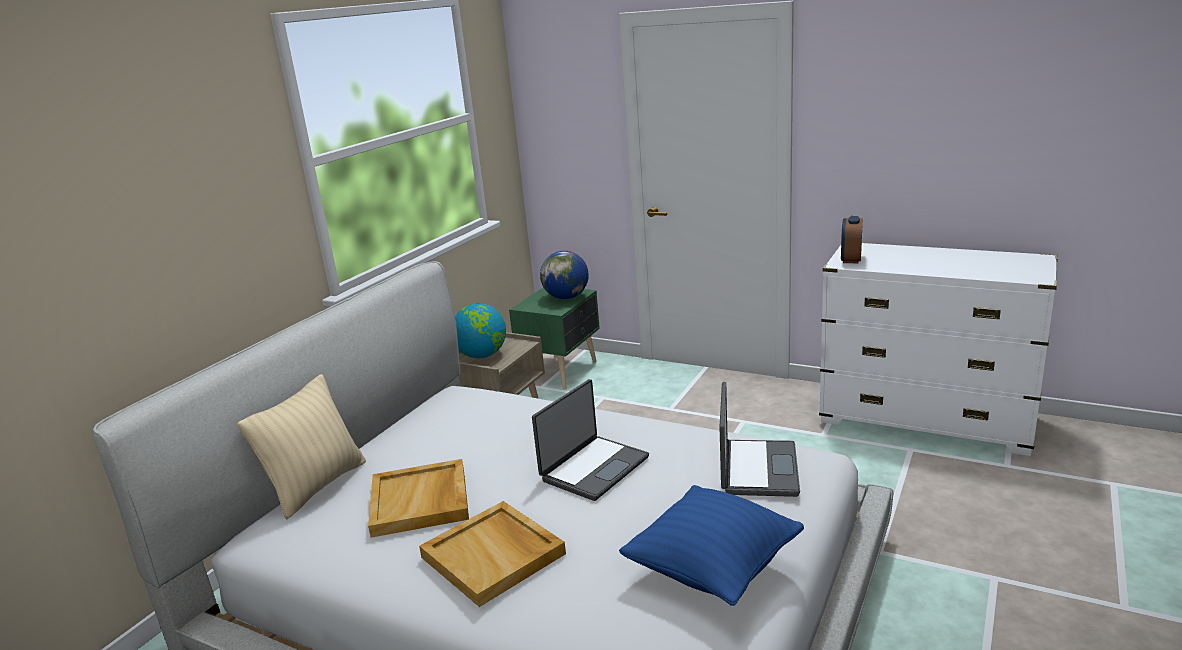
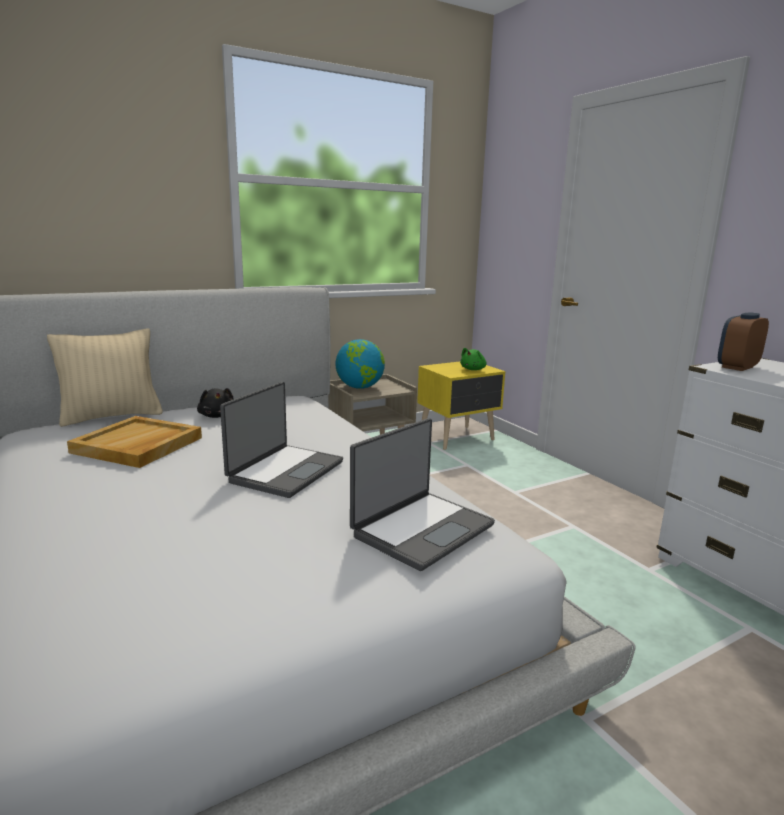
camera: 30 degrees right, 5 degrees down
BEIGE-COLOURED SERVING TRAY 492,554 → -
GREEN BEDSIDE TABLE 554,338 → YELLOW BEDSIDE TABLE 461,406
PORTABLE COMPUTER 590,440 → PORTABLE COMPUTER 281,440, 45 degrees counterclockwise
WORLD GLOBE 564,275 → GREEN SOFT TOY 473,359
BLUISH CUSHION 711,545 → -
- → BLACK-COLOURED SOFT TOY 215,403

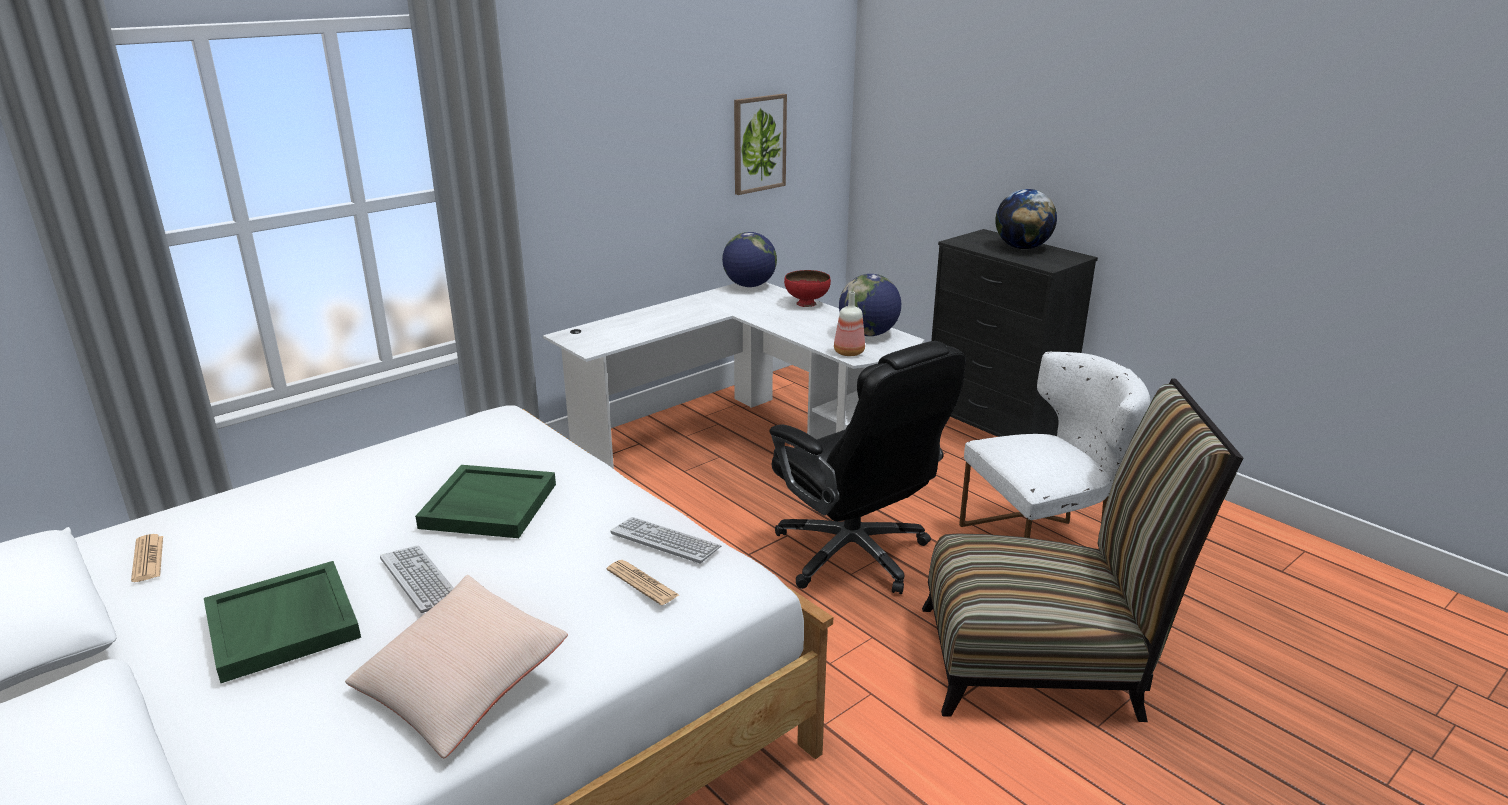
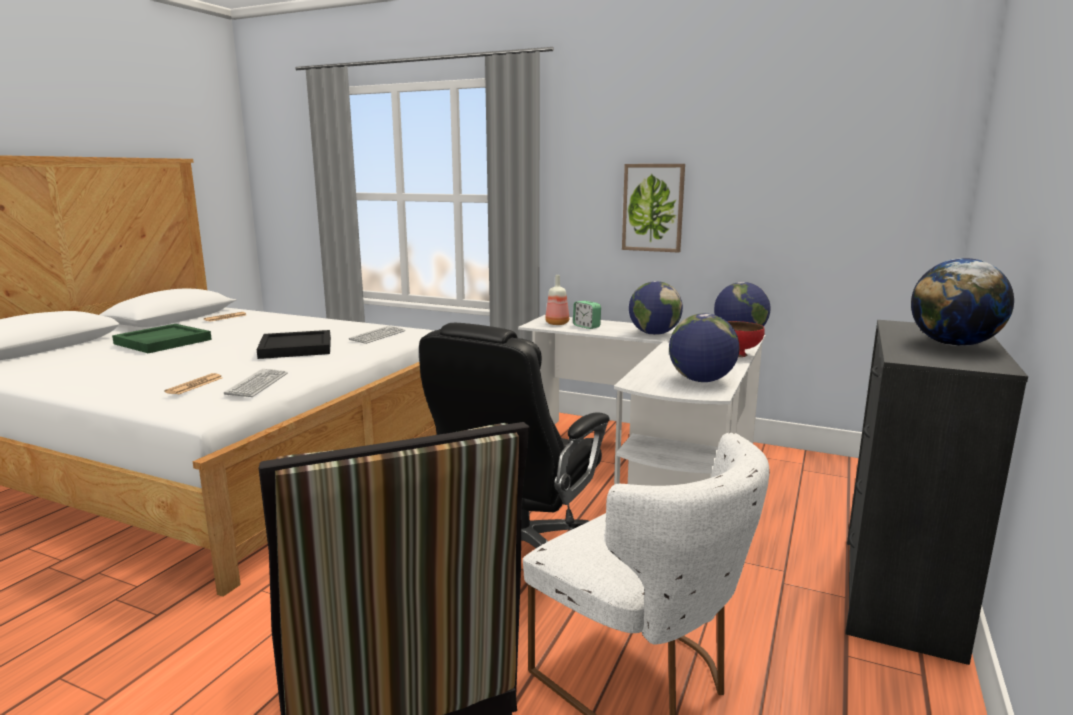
camera: 65 degrees right, 10 degrees down
BEIGE-COLOURED CUSHION 456,666 → -
COMPUTER KEYBOARD 417,579 → COMPUTER KEYBOARD 377,335, relocated
GREEN SERVING TRAY 485,501 → BLACK-COLOURED SERVING TRAY 294,344
WALL ART 760,144 → WALL ART 653,208, relocated
DRINK BOTTLE 849,323 → DRINK BOTTLE 557,300, relocated
- → TABLE CLOCK 587,315
- → WORLD GLOBE 656,308

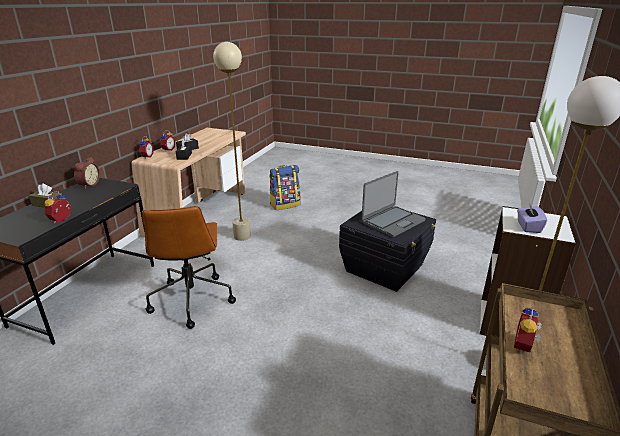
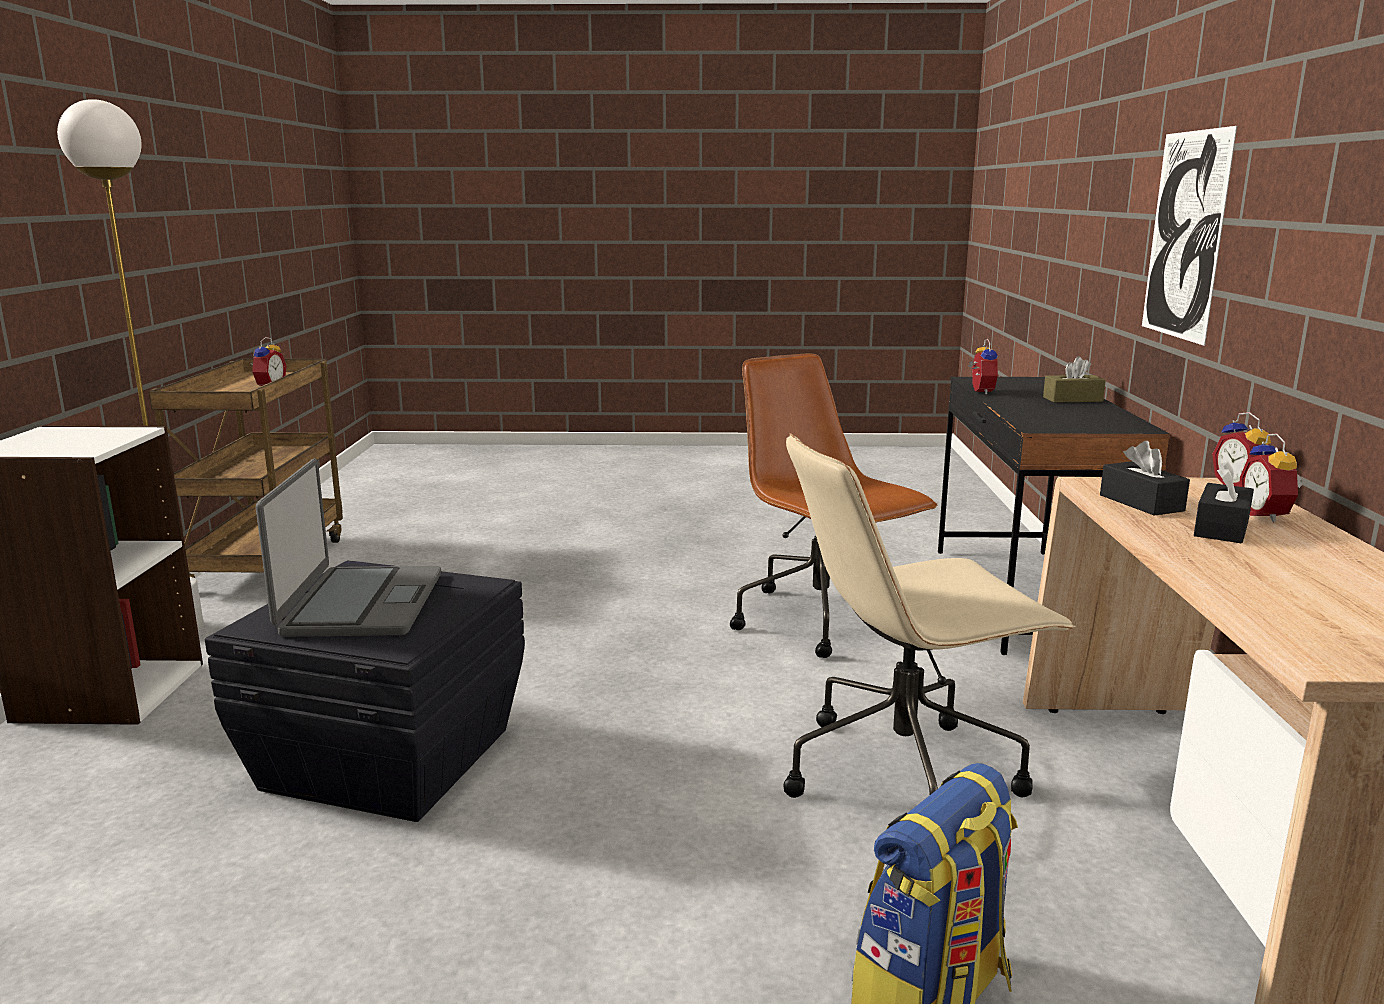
camera: 160 degrees right, 10 degrees down
TABLE CLOCK 87,173 → -
BEIGE-COLOURED FLOOR LAMP 232,141 → BEIGE-COLOURED OFFICE CHAIR 930,615
PORTABLE COMPUTER 394,204 → PORTABLE COMPUTER 348,548, 150 degrees clockwise
PURPLISH TISSUE BOX 532,218 → -
- → WALL ART 1189,236

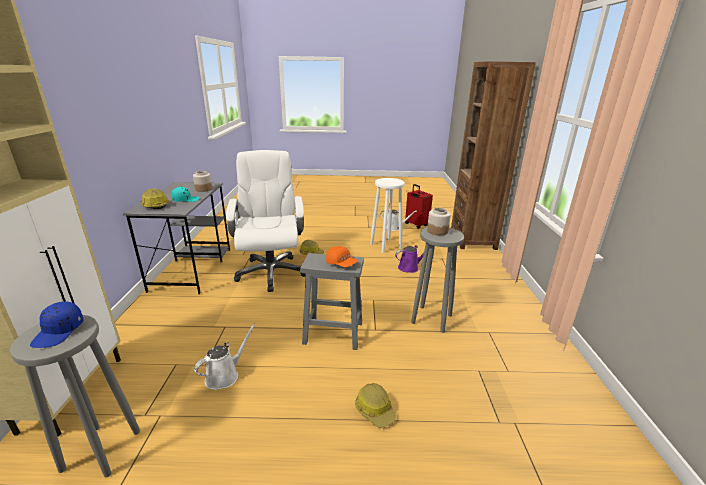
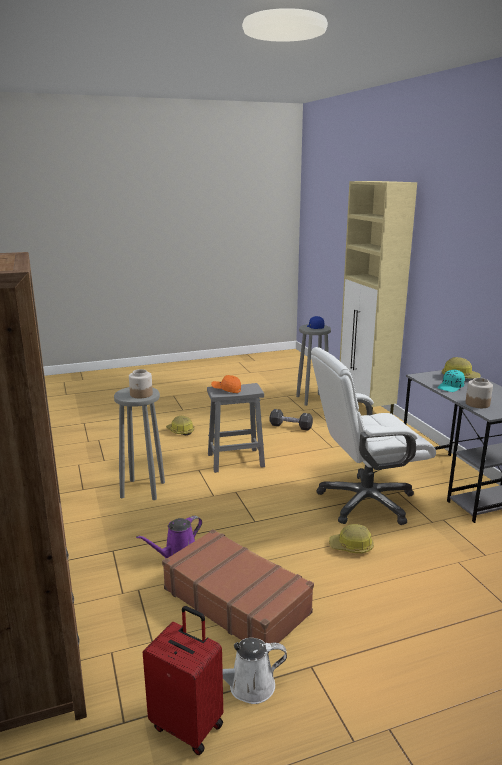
camera: 160 degrees right, 5 degrees down
WHITE WATERING POT 225,357 → BLACK-COLOURED DUMBBELL 291,420
WHITE OFFICE CHAIR 266,221 → WHITE OFFICE CHAIR 373,436, 105 degrees clockwise
WHITE STOOL 387,215 → BROWN-COLOURED SUITCASE 238,591

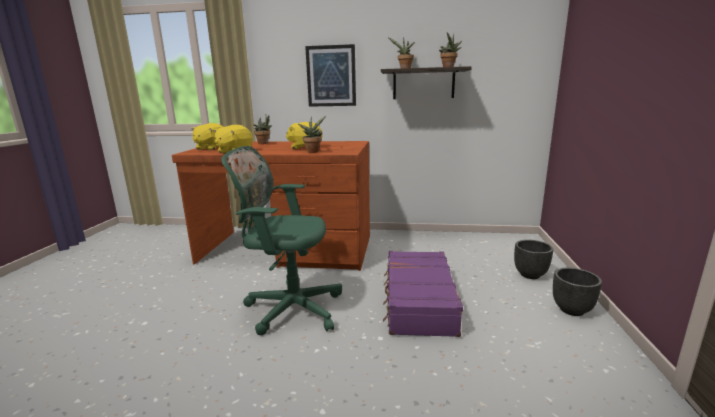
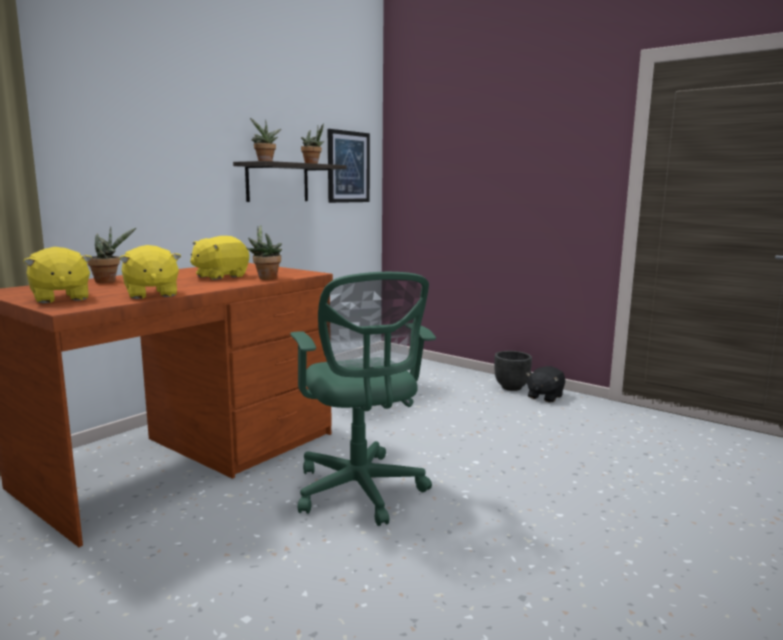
camera: 60 degrees left, 5 degrees down
GREEN OFFICE CHAIR 281,240 → GREEN OFFICE CHAIR 363,399, 60 degrees counterclockwise
WALL ART 330,75 → WALL ART 349,166, relocated
PURPLISH SUITCASE 423,294 → -
BLACK-COLOURED PLANT POT 533,259 → -
- → BLACK-COLOURED SOFT TOY 545,384

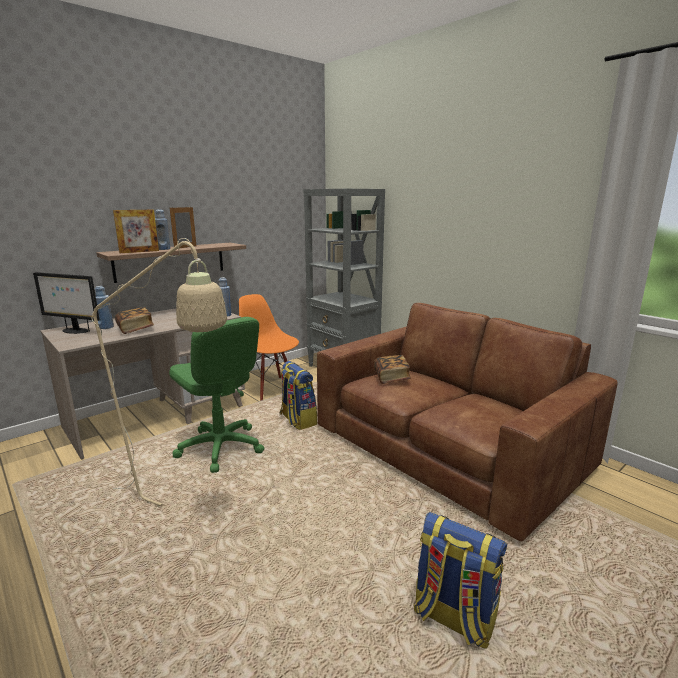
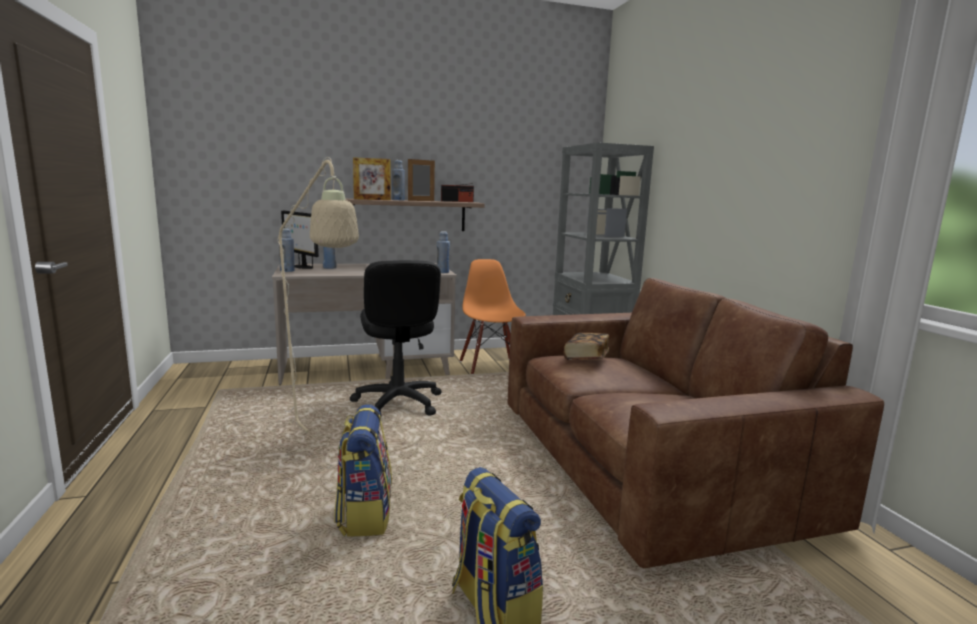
camera: 25 degrees right, 5 degrees down
BOUND BOOK 134,320 → -
GREEN OFFICE CHAIR 216,395 → BLACK-COLOURED OFFICE CHAIR 396,338
KNAPSACK 298,395 → KNAPSACK 363,470, relocated
- → BLUISH DRINK BOTTLE 287,250
- → RADIO RECEIVER 457,192

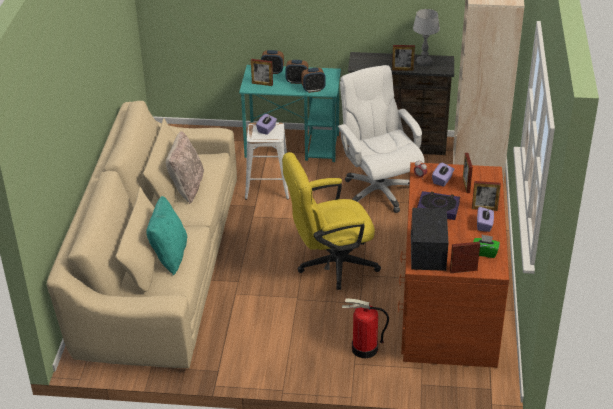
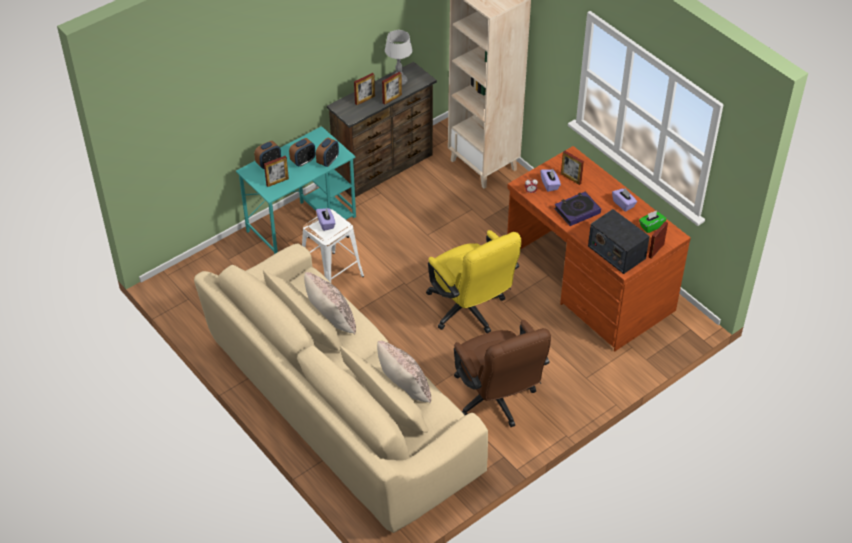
camera: 45 degrees left, 10 degrees up
TURQUOISE CUSHION 166,235 → BEIGE-COLOURED CUSHION 404,372
YELLOW OFFICE CHAIR 331,221 → YELLOW OFFICE CHAIR 473,281, 60 degrees counterclockwise
WHITE OFFICE CHAIR 381,139 → -
EXTINGUISHER 365,328 → -
PHOTO FRAME 486,196 → PHOTO FRAME 364,89, relocated
- → BROWN-COLOURED OFFICE CHAIR 502,373

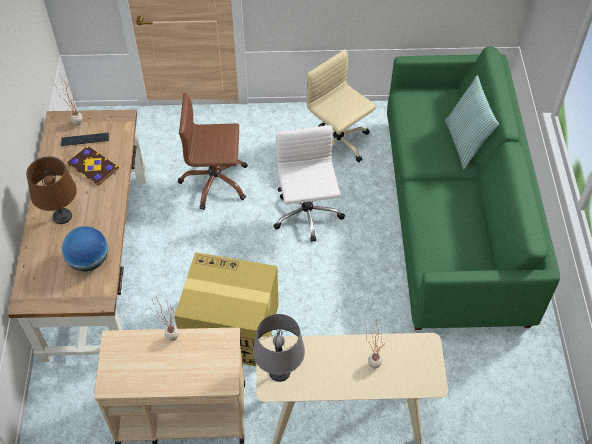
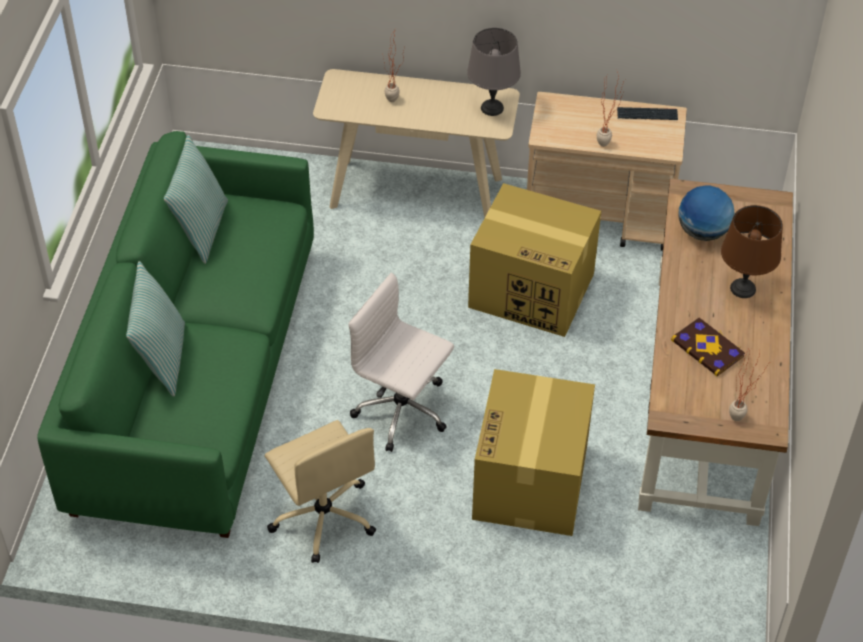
camera: 170 degrees left, 5 degrees down
COMPUTER KEYBOARD 85,139 → COMPUTER KEYBOARD 647,113, relocated
BROWN-COLOURED OFFICE CHAIR 213,151 → PACKING BOX 533,452
WHITE OFFICE CHAIR 309,183 → WHITE OFFICE CHAIR 401,362, 120 degrees clockwise
- → CUSHION 196,199

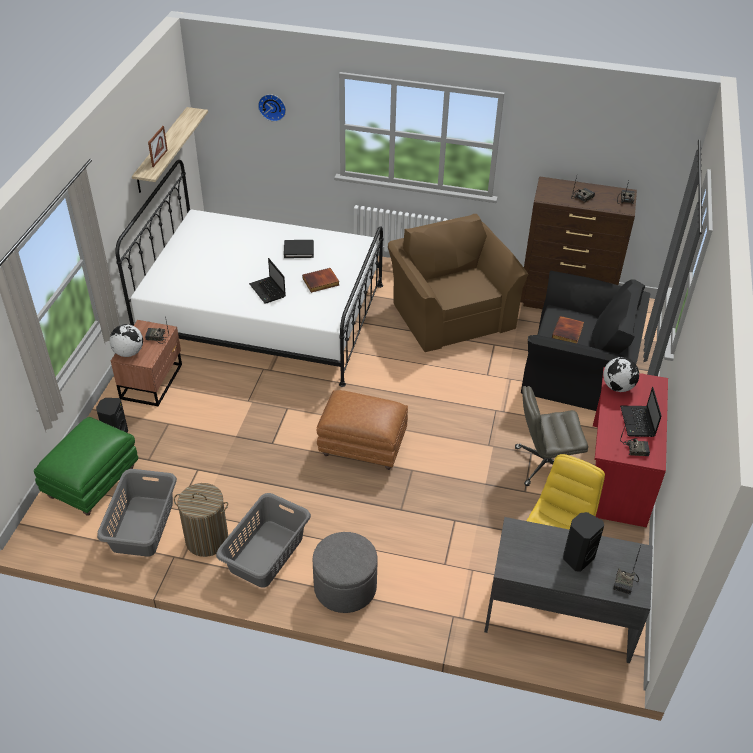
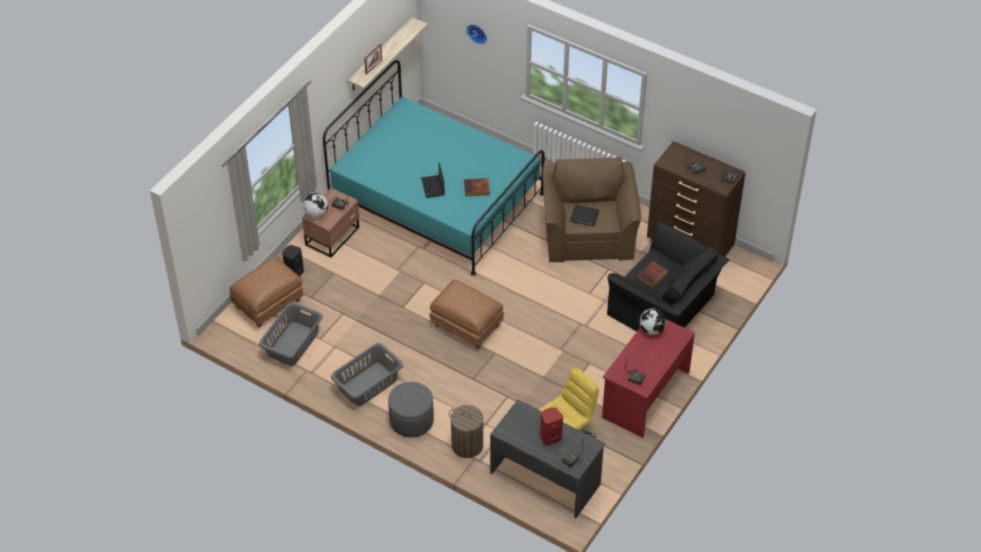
camera: 20 degrees right, 5 degrees up
GREEN OTTOMAN 86,466 → BROWN-COLOURED OTTOMAN 266,292
WHITE BED 249,273 → TURQUOISE BED 434,168
HAMPER 201,520 → HAMPER 467,431, relocated
BLACK-COLOURED BOUND BOOK 299,249 → BLACK-COLOURED BOUND BOOK 584,215, relocated
GREY OFFICE CHAIR 551,436 → -
BLACK-COLOURED AUDIO SPEAKER 583,542 → RED-COLOURED AUDIO SPEAKER 551,426
PORTABLE COMPUTER 641,412 → -

